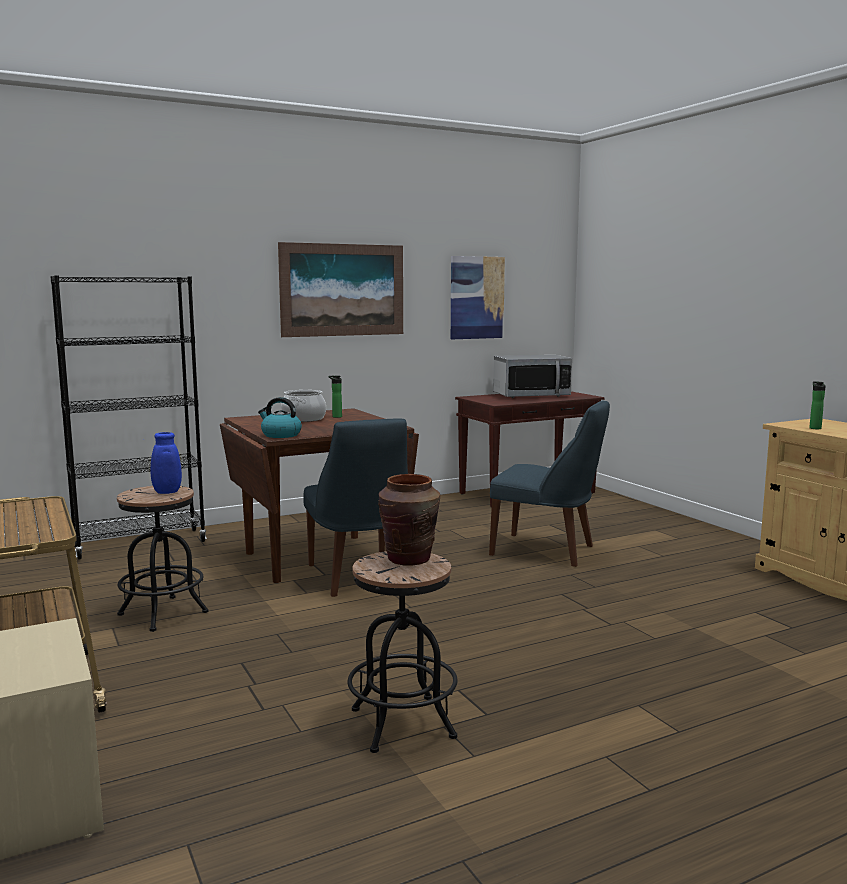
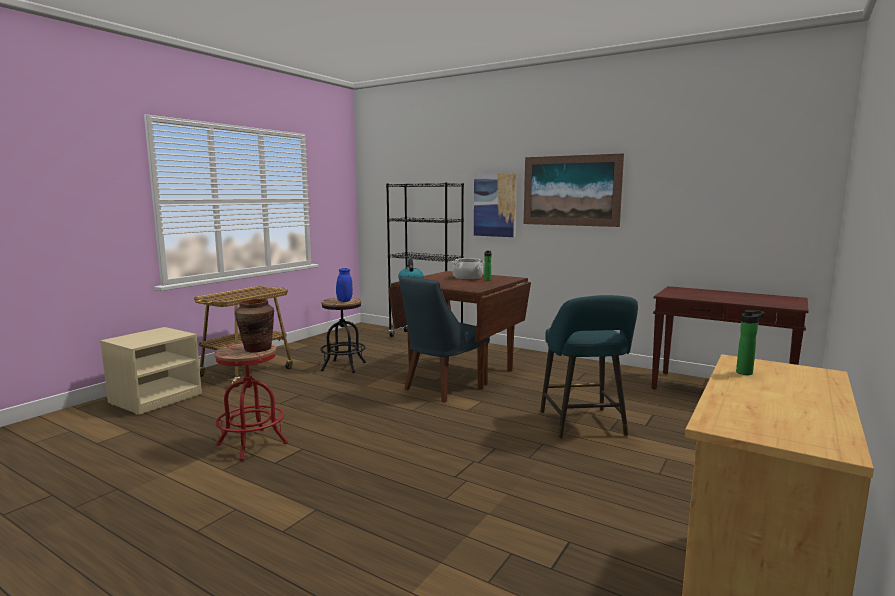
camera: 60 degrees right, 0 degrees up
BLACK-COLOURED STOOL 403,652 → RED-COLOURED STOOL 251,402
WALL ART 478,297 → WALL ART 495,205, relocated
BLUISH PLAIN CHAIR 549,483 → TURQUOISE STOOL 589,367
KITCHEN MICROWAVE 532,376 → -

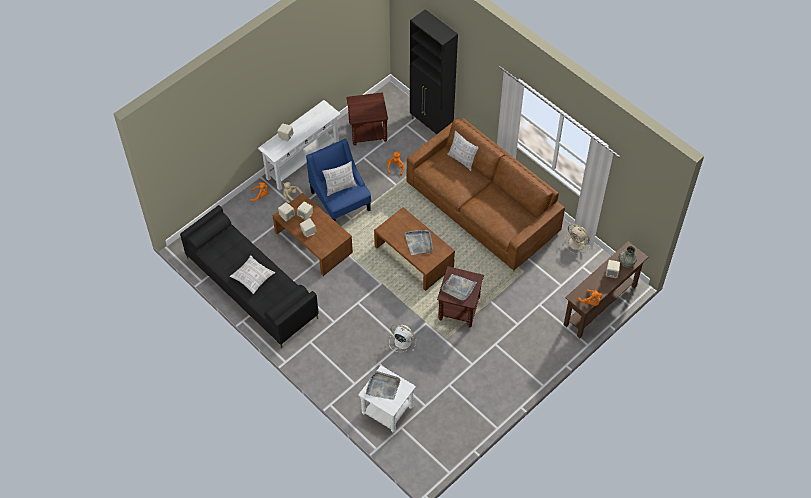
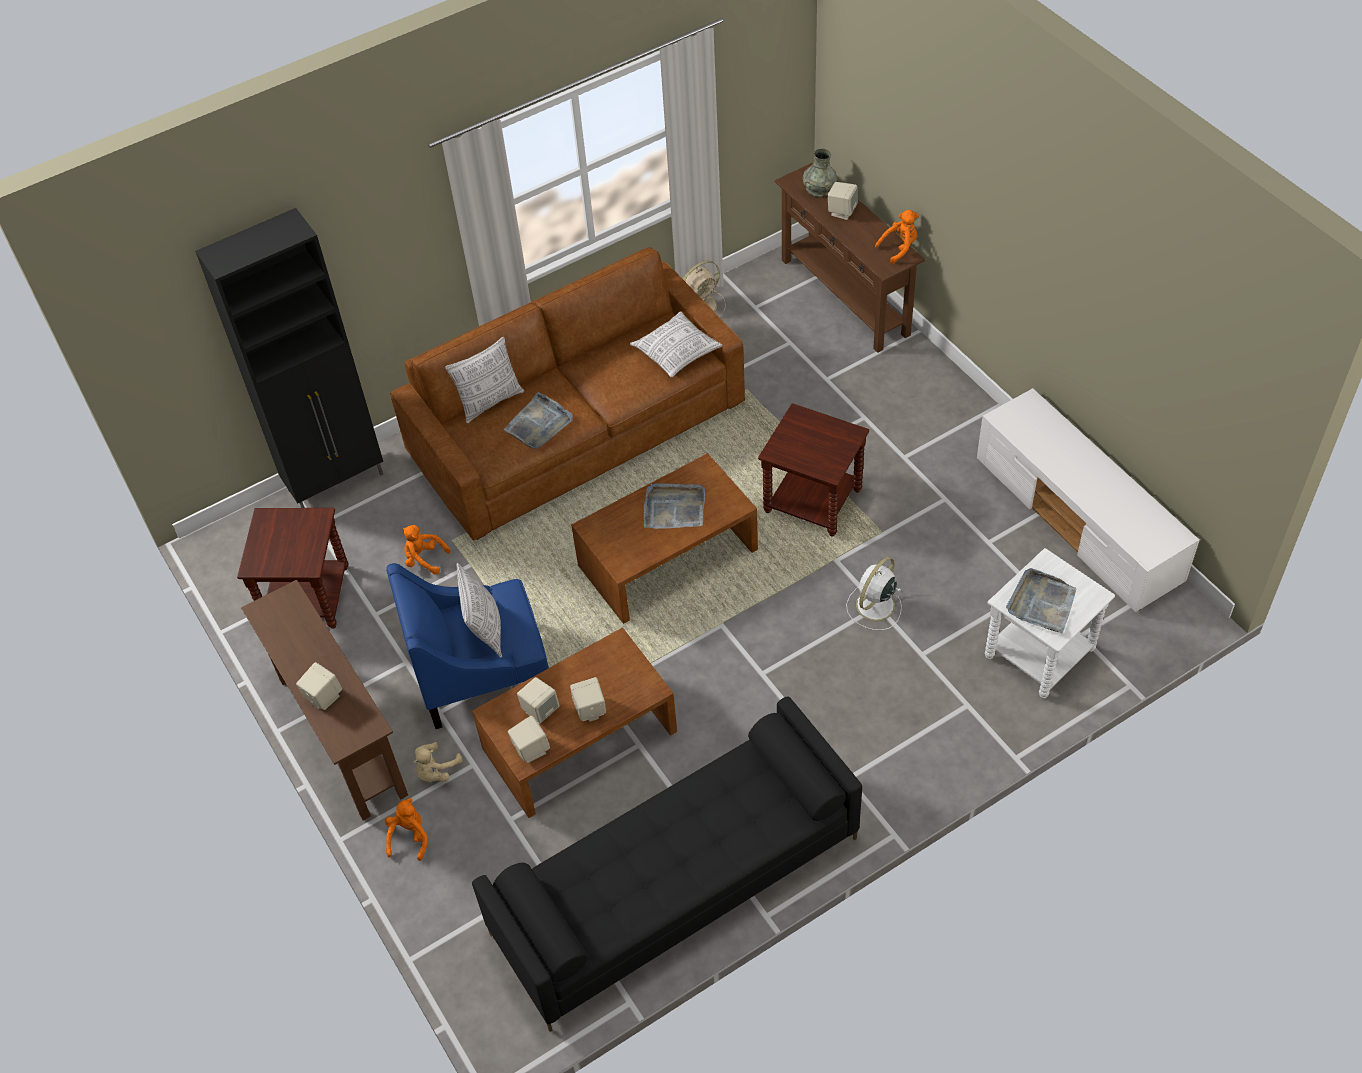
camera: 75 degrees left, 5 degrees down
CUSHION 252,274 → CUSHION 676,344, relocated
WHITE NARROW TABLE 299,145 → BROWN-COLOURED NARROW TABLE 324,700
GREY SERVING TRAY 459,287 → GREY SERVING TRAY 538,420, relocated
- → WHITE TV UNIT 1088,500

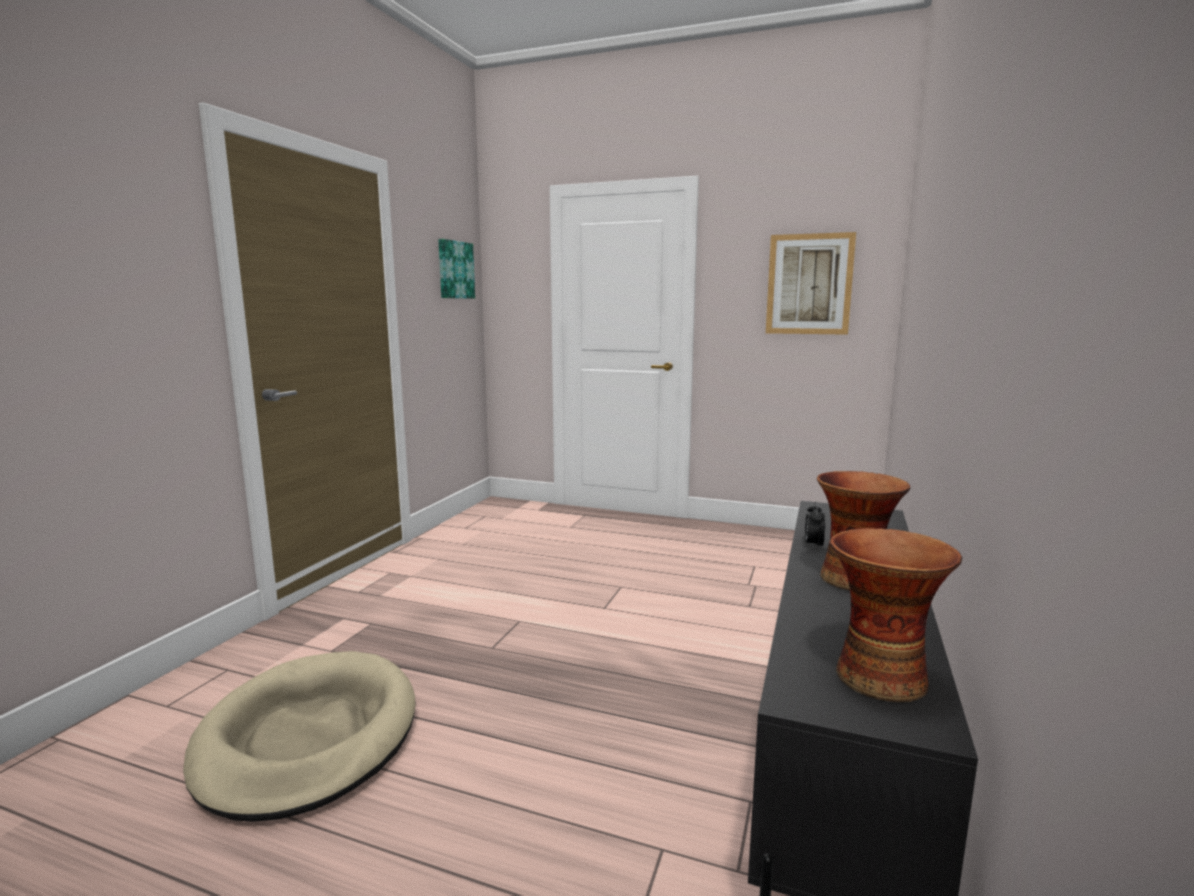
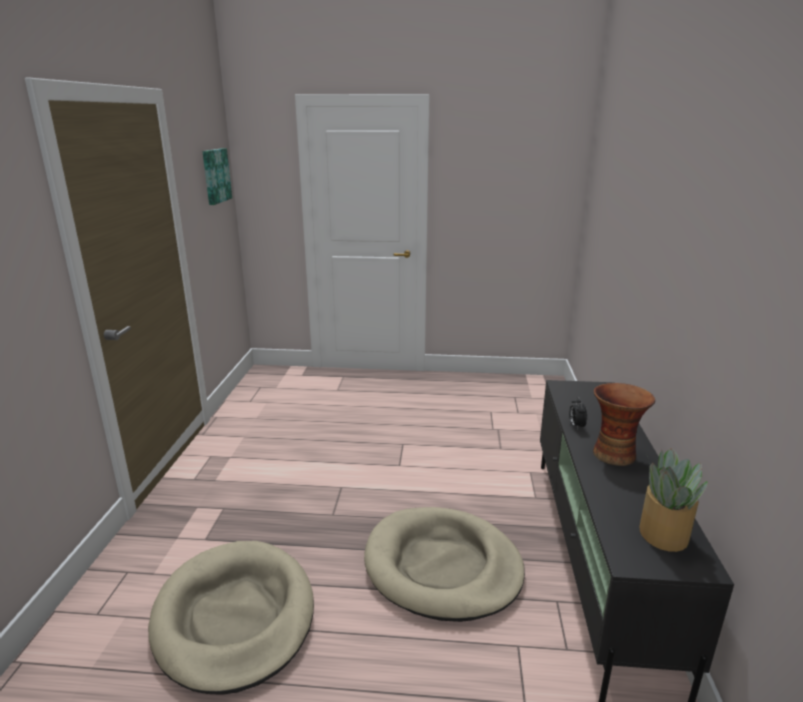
camera: 15 degrees left, 10 degrees up
WALL ART 811,283 → -
VASE 896,615 → POTTED PLANT 674,500
- → BEIGE-COLOURED PET BED 444,564

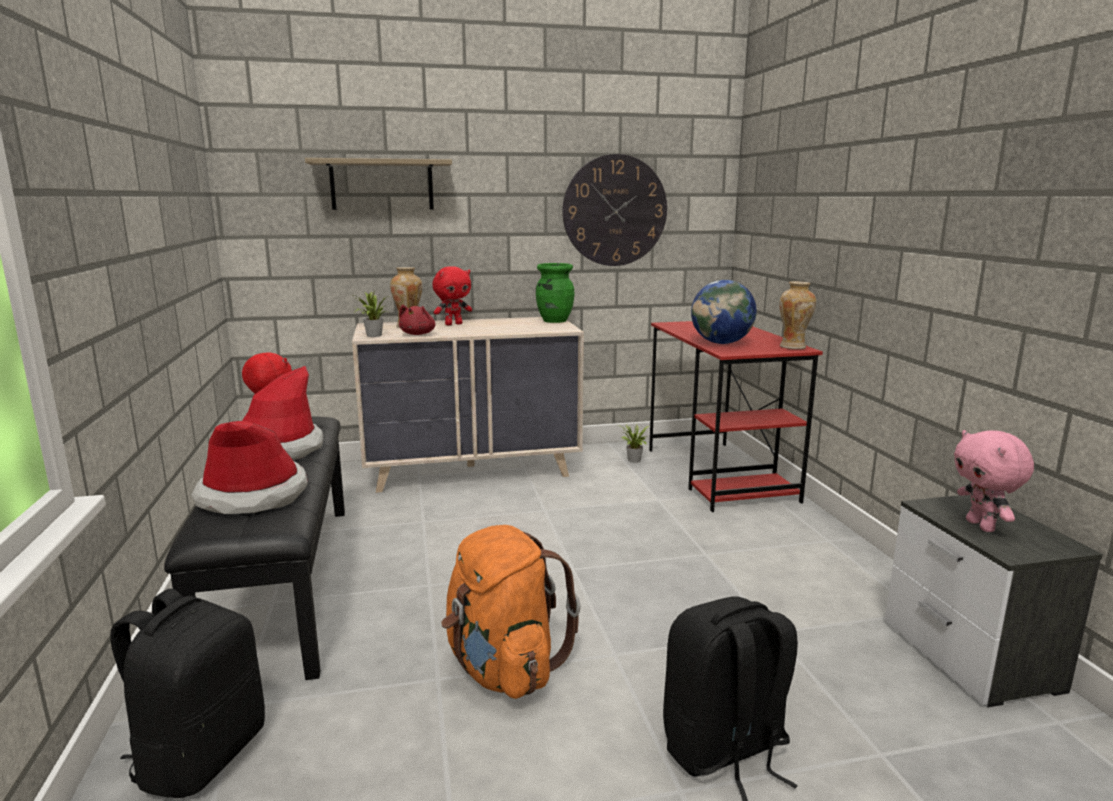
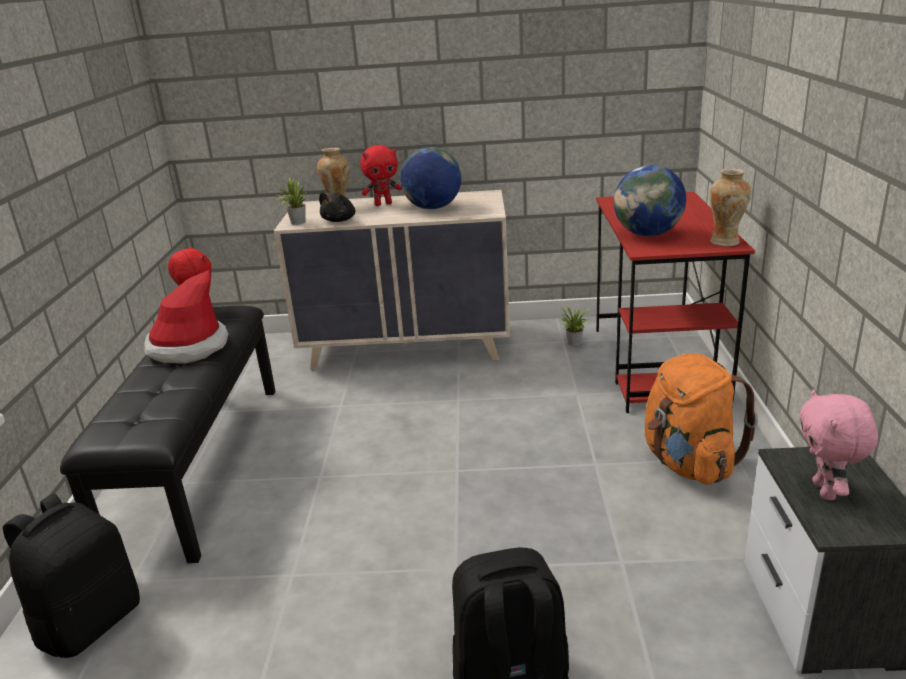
camera: 15 degrees right, 10 degrees up
WEARABLE HAT 249,467 → -
WALL SHELF 378,184 → -
RED-COLOURED SOFT TOY 417,320 → BLACK-COLOURED SOFT TOY 337,207
ORANGE KNAPSACK 511,612 → ORANGE KNAPSACK 701,419, relocated
GREEN VASE 555,293 → -
HANGING CLOCK 614,210 → -
- → WORLD GLOBE 430,178

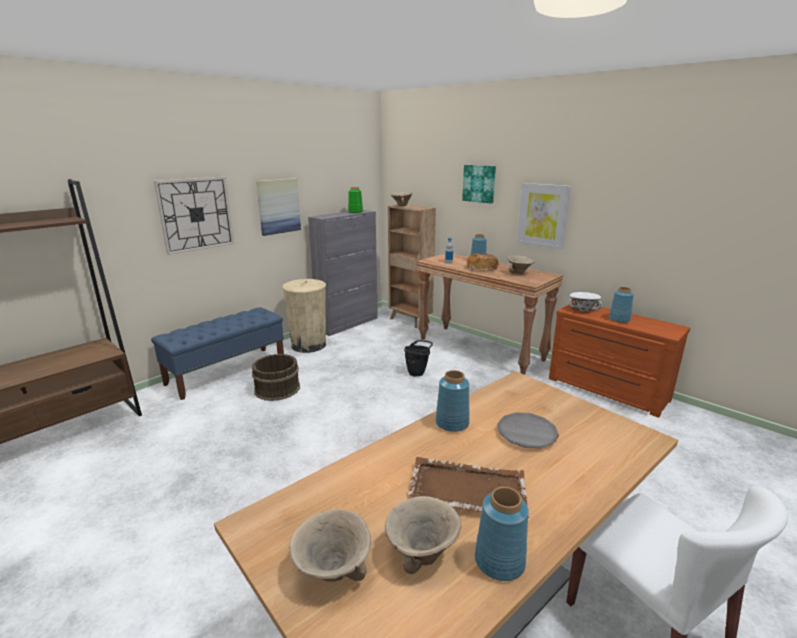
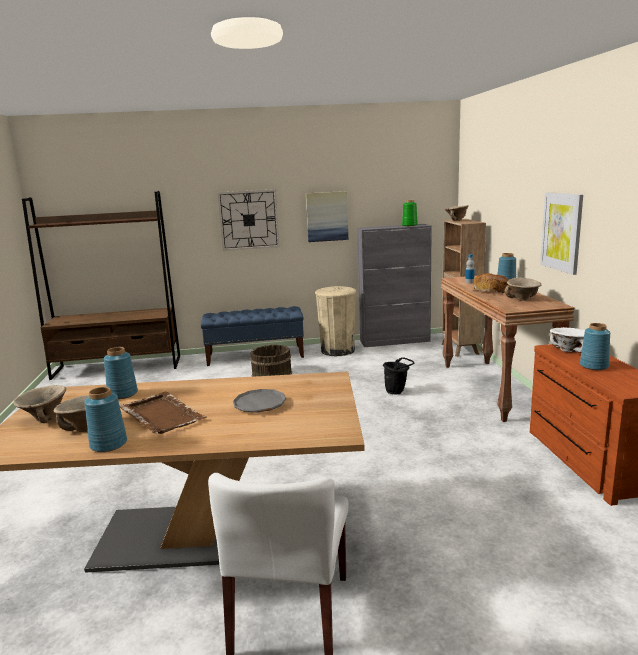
camera: 40 degrees right, 5 degrees down
BLUISH VASE 453,401 → BLUISH VASE 121,373, relocated
WALL ART 479,184 → -

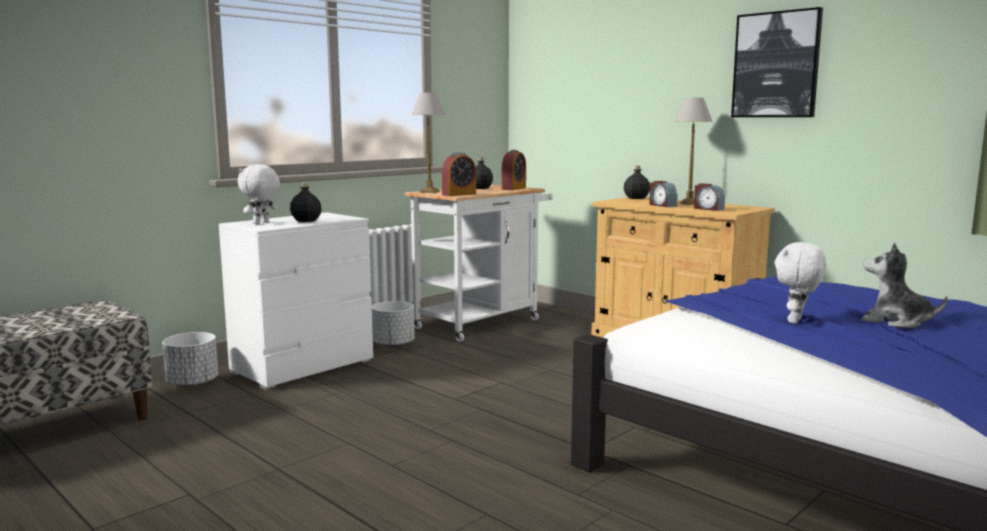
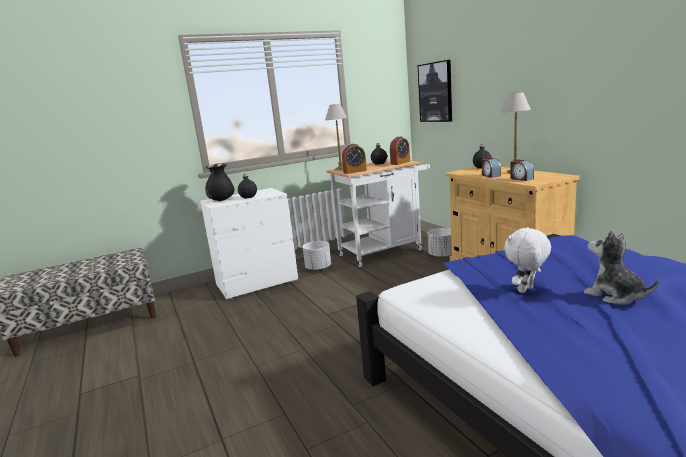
camera: 20 degrees right, 5 degrees up
WHITE PLANT POT 190,360 → WHITE PLANT POT 440,243, relocated
WHITE SOFT TOY 259,194 → BLACK-COLOURED VASE 219,182
WALL ART 777,62 → WALL ART 435,91, relocated

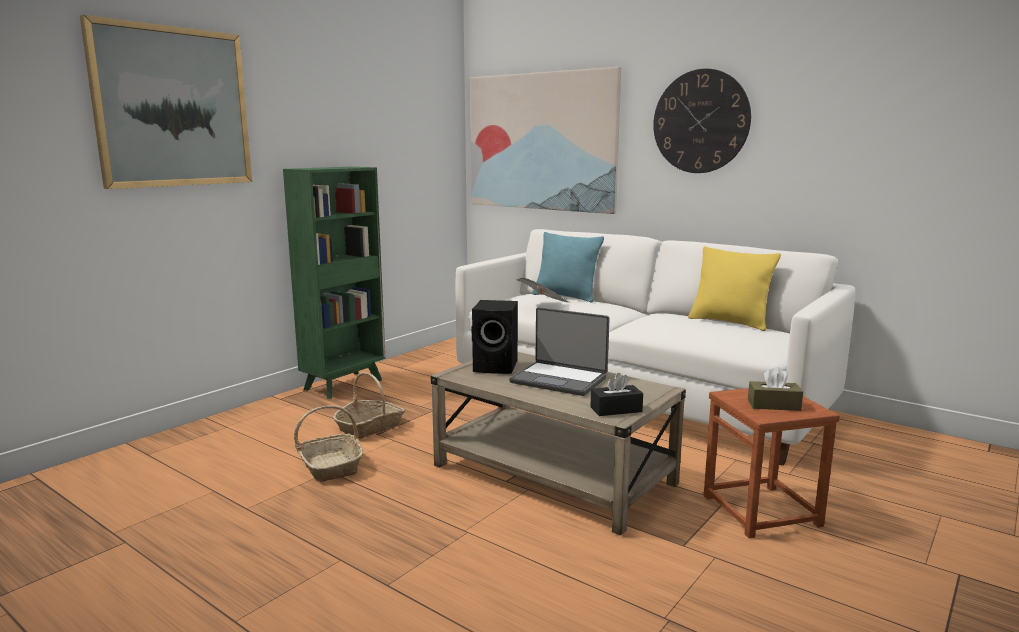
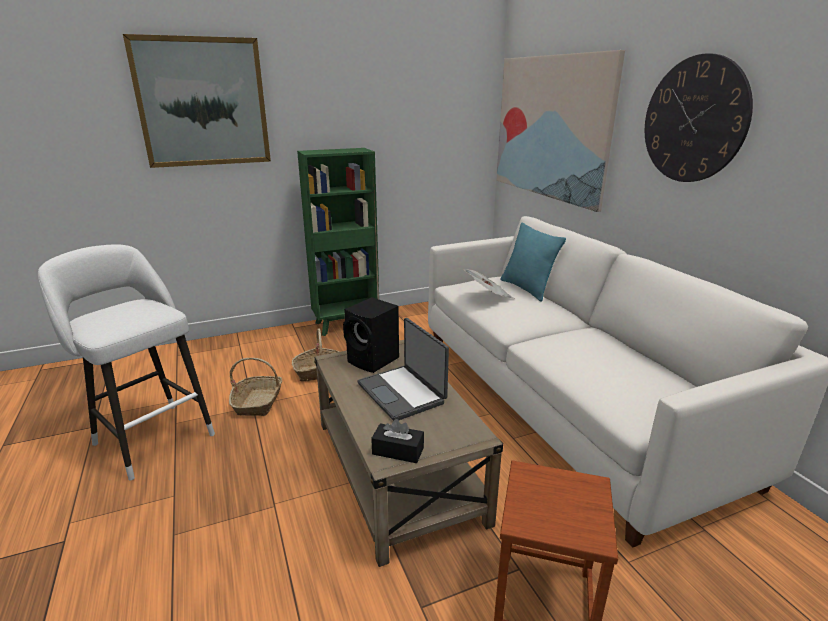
camera: 30 degrees right, 10 degrees up
YELLOW CUSHION 734,288 → -
BROWN-COLOURED TISSUE BOX 775,389 → -
- → WHITE STOOL 126,362

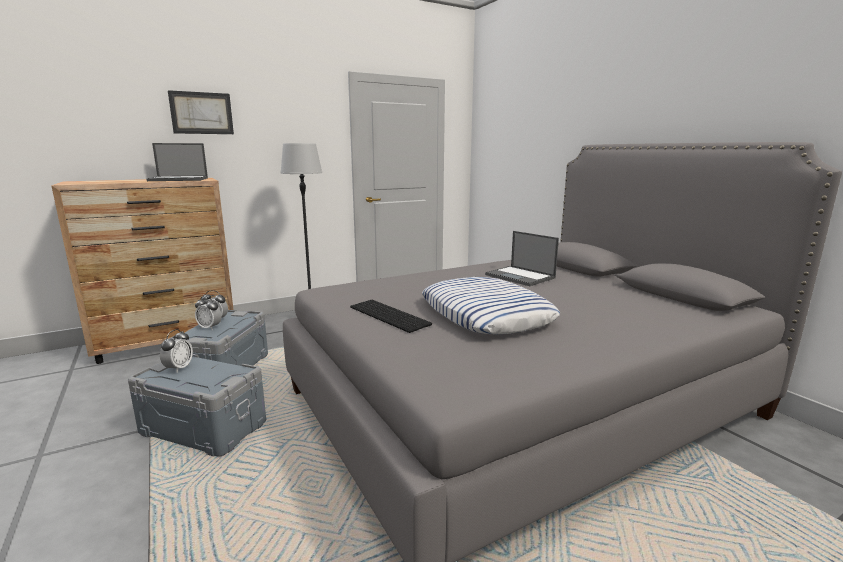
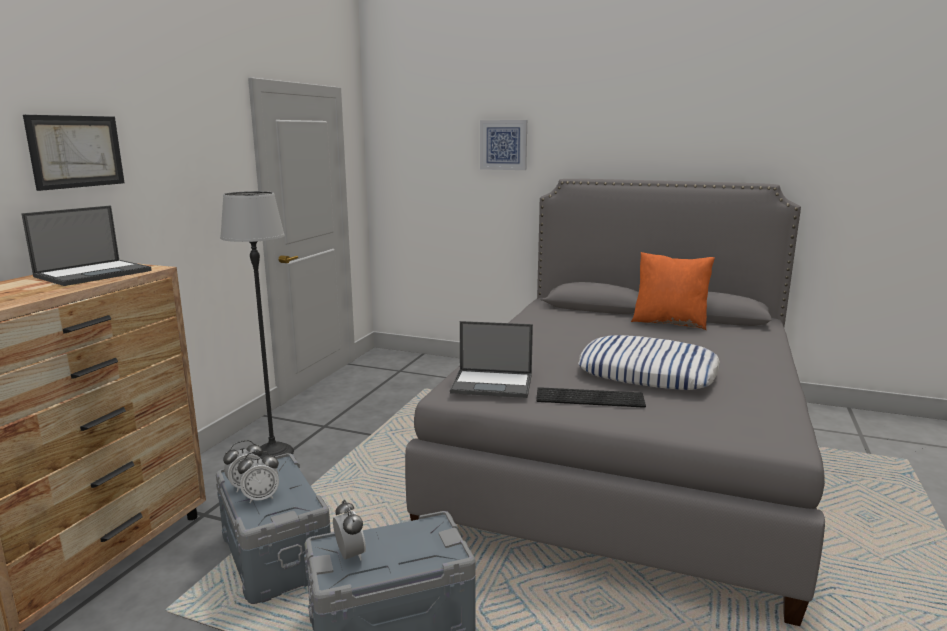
camera: 40 degrees left, 0 degrees up
PORTABLE COMPUTER 522,258 → PORTABLE COMPUTER 491,359, relocated
- → WALL ART 503,145
- → ORANGE CUSHION 673,291

